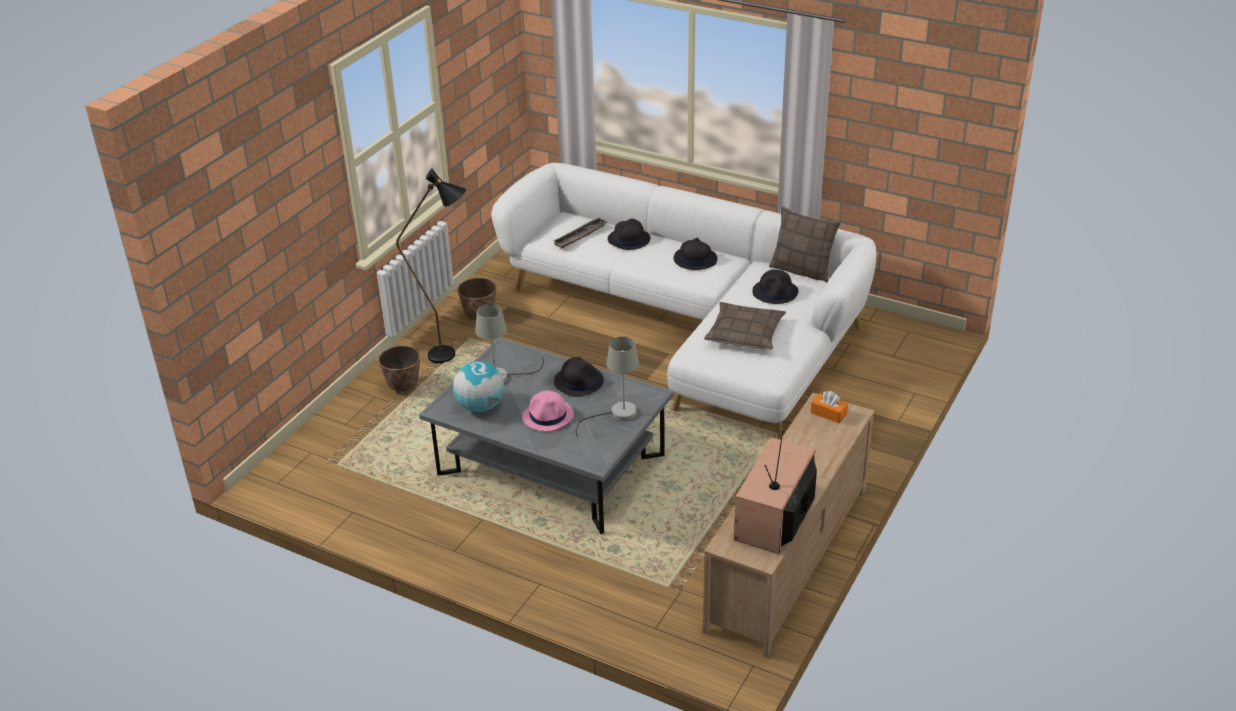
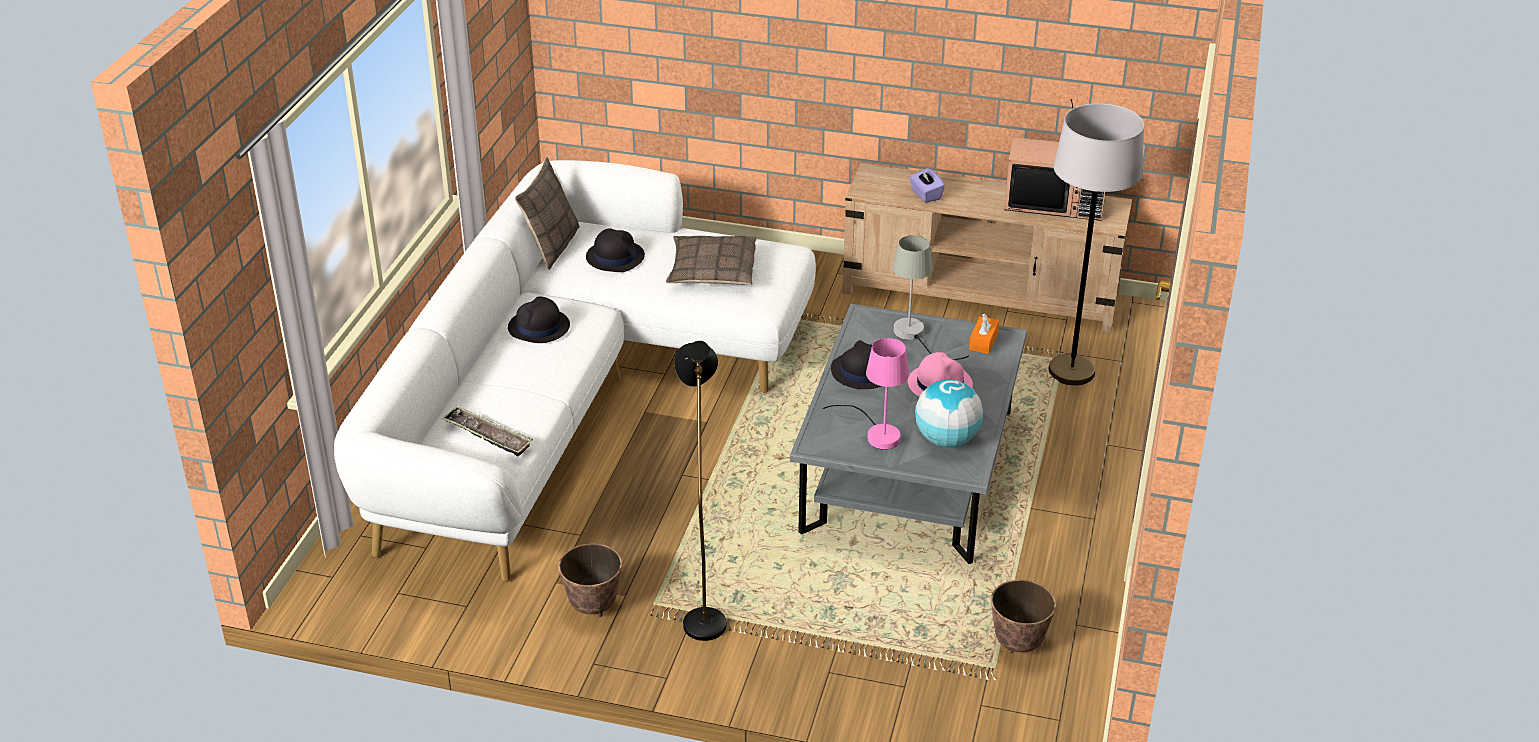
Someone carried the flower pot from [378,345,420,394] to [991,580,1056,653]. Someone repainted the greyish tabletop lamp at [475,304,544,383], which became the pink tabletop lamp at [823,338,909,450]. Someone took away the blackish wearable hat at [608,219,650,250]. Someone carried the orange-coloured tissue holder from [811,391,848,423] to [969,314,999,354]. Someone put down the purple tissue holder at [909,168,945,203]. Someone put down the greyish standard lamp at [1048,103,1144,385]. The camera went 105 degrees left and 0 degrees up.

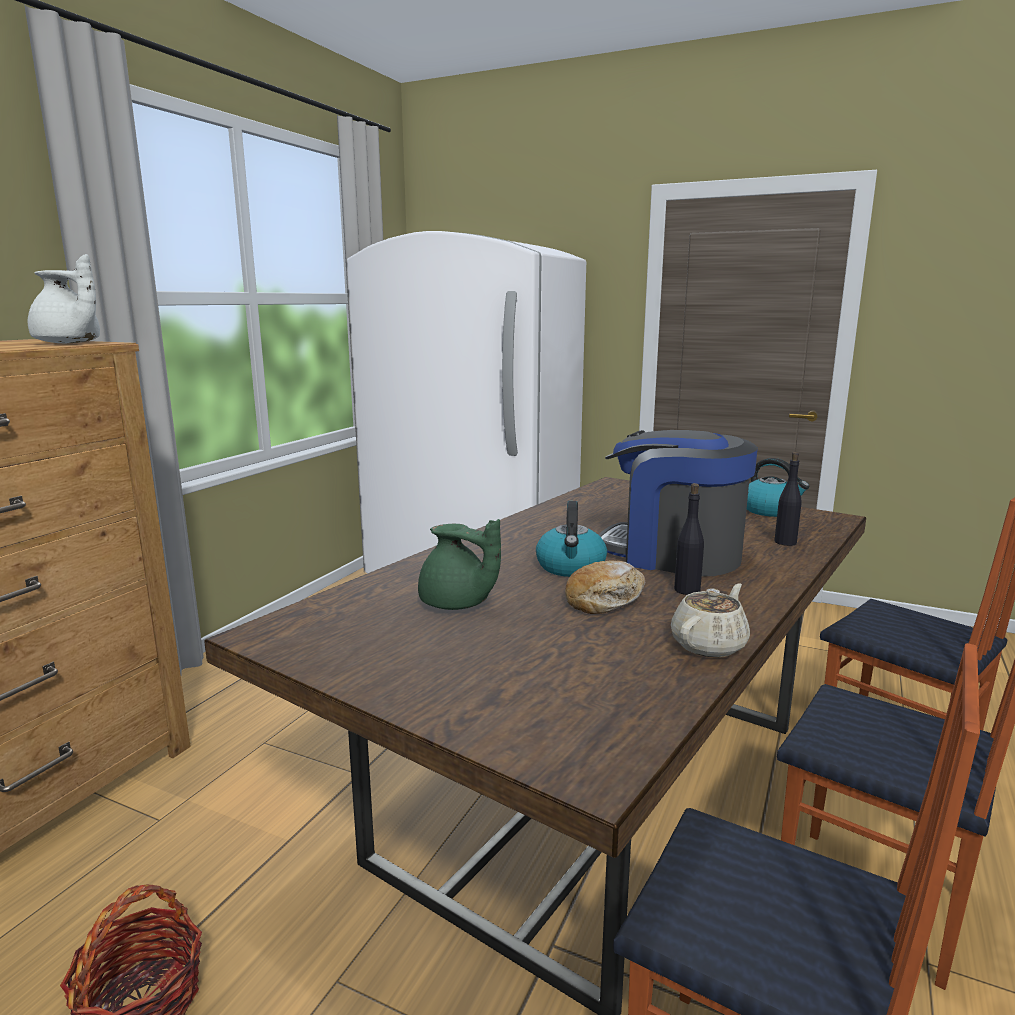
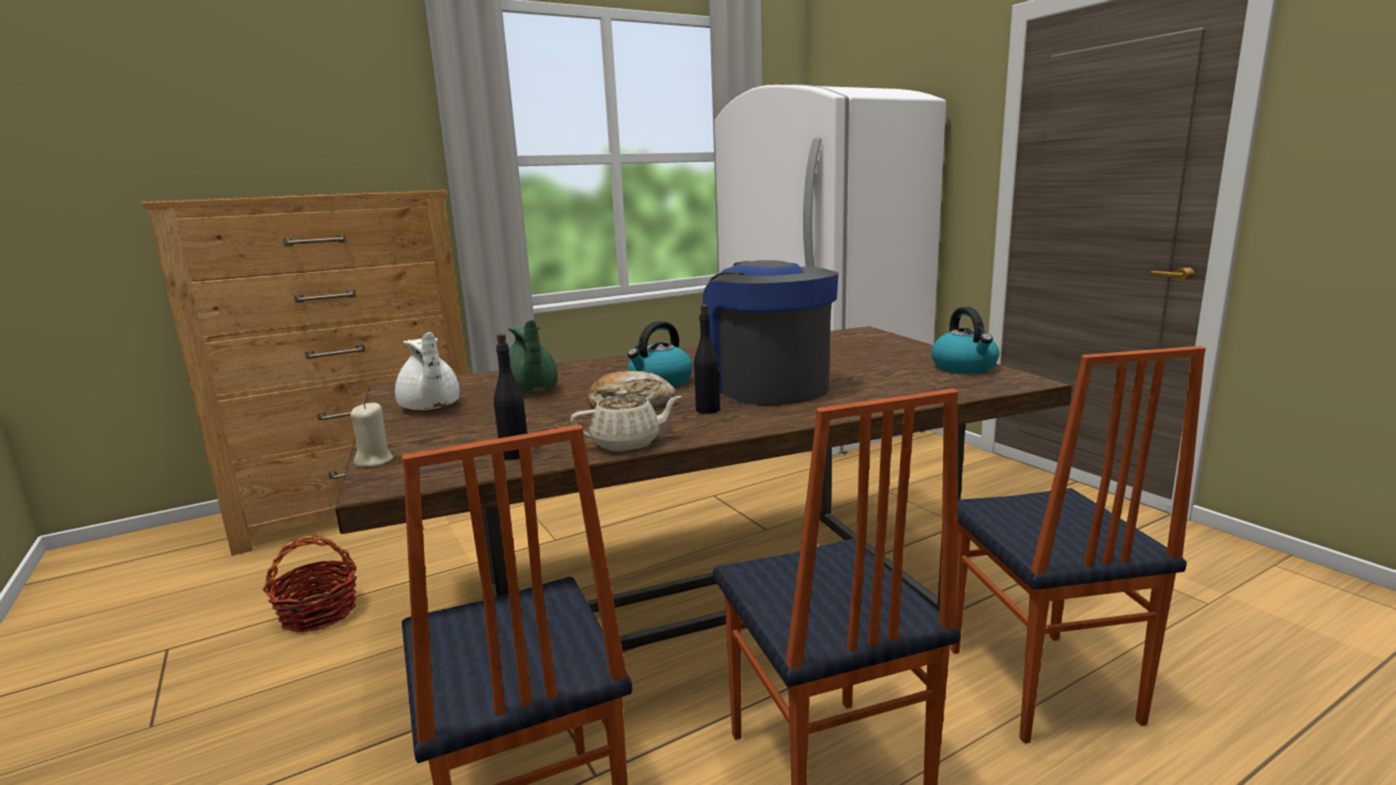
Someone carried the white-coloured tea pot from [28,254,100,343] to [395,332,460,410]. Someone carried the blackish beverage bottle from [774,452,802,546] to [494,333,527,460]. Someone put down the beige-coloured wax light at [350,402,393,467]. The camera went 35 degrees right and 0 degrees up.

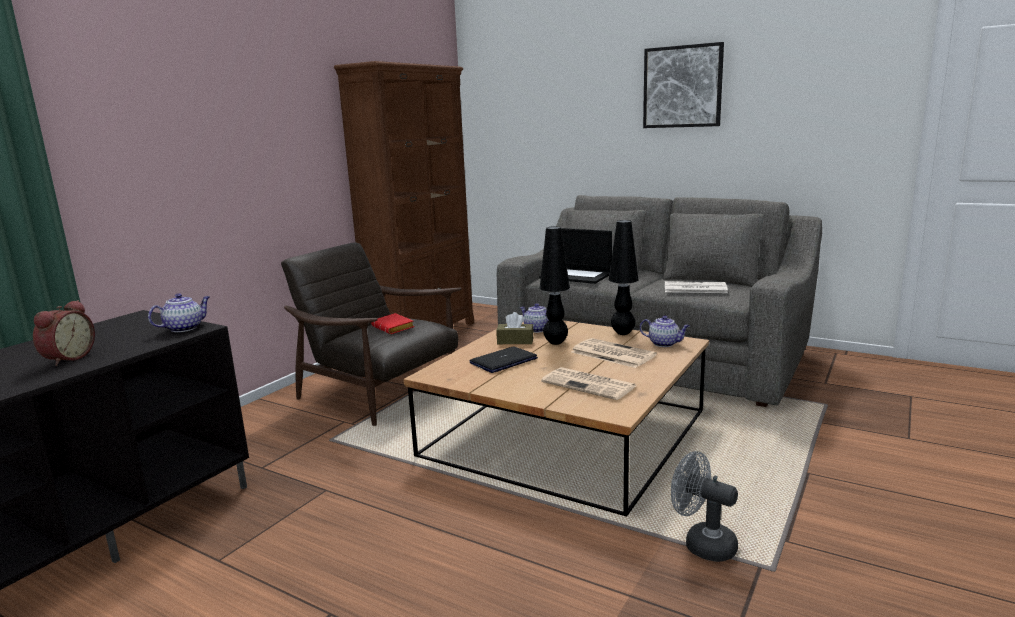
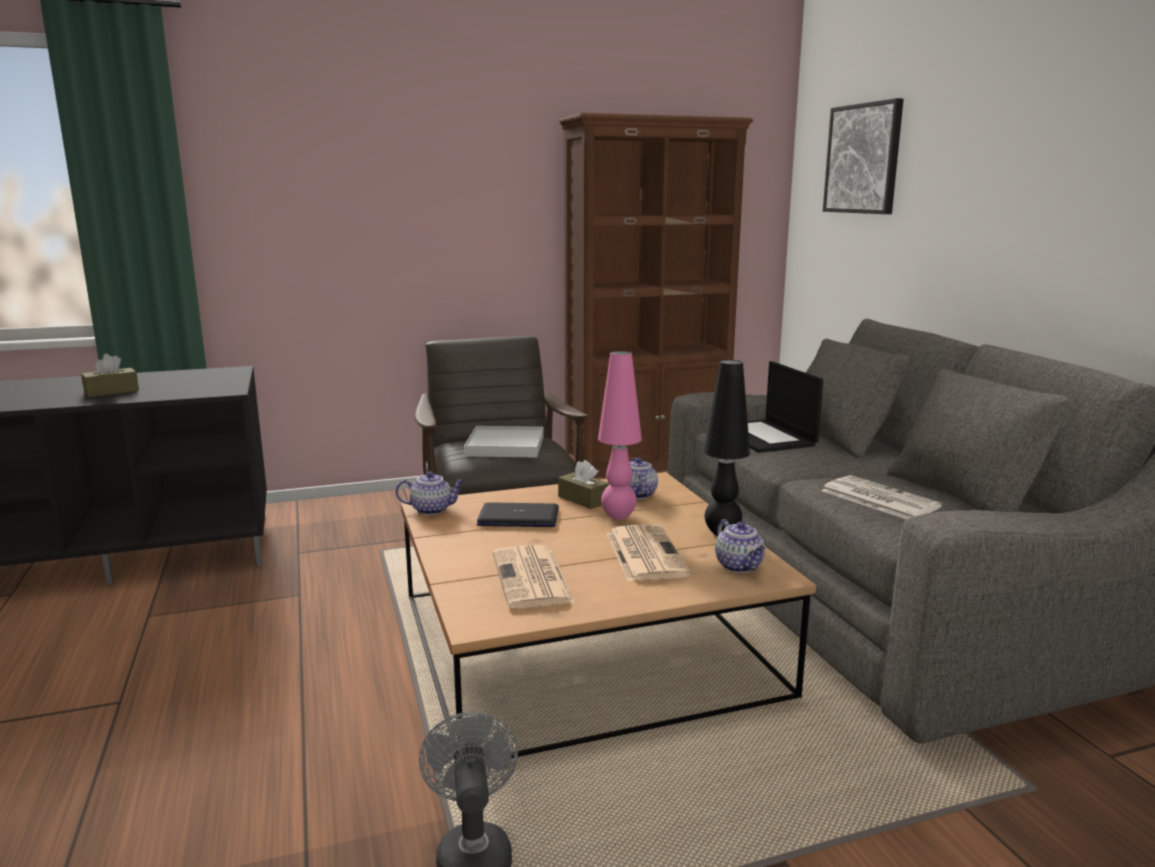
Someone swapped the bedside clock at [33,300,95,366] for the brown tissue holder at [81,354,139,397]. Someone carried the tea pot from [148,293,210,332] to [395,471,465,515]. Someone swapped the red book at [371,313,414,334] for the white-coloured carrying tray at [464,426,544,457]. Someone repainted the blackish tabletop lamp at [540,226,570,345], which became the pink tabletop lamp at [598,351,642,520]. Someone carried the wall picture from [643,42,724,128] to [823,98,904,214]. The camera went 40 degrees right and 0 degrees up.

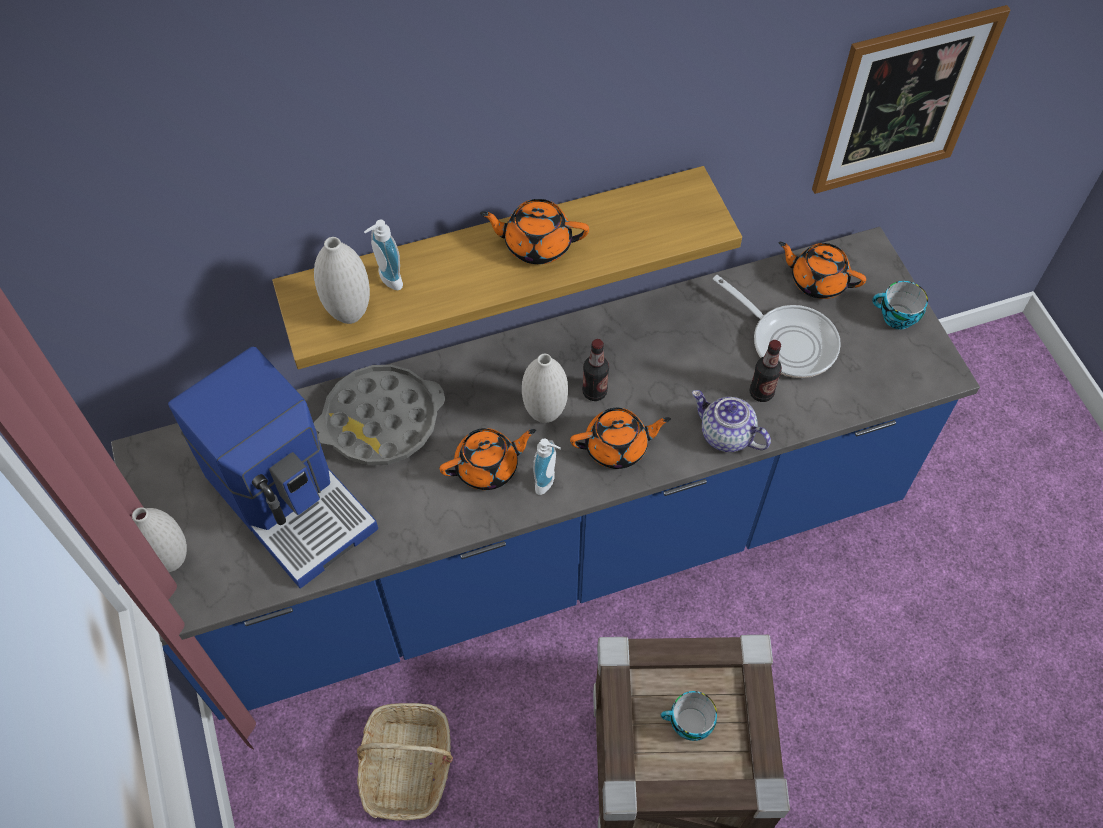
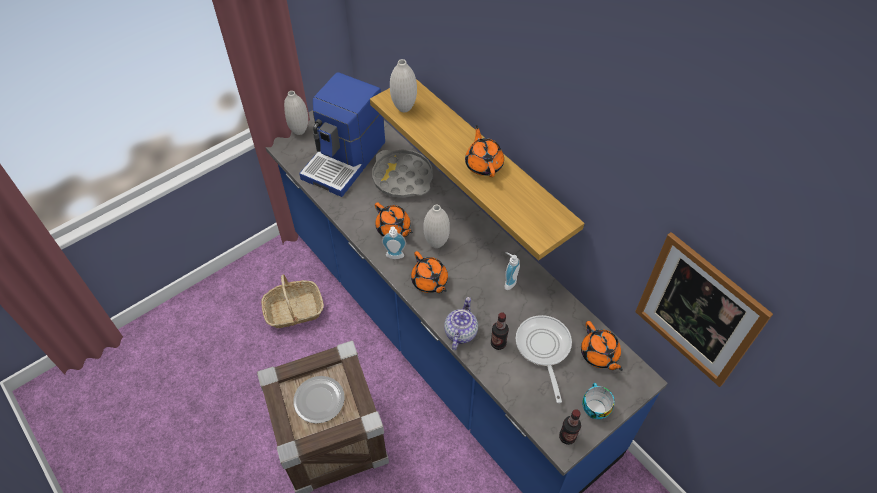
Someone carried the soap dispenser from [364,219,403,290] to [504,252,520,290]. Someone carried the beverage bottle from [582,339,609,401] to [559,409,581,445]. Someone swapped the small cup at [661,691,717,741] for the plate at [293,376,345,424]. Someone rotated the skillet at [713,275,841,378] by 150 degrees clockwise. Someone rotated the orange-coloured tea pot at [778,242,866,299] by 150 degrees clockwise. The camera went 70 degrees right and 5 degrees down.

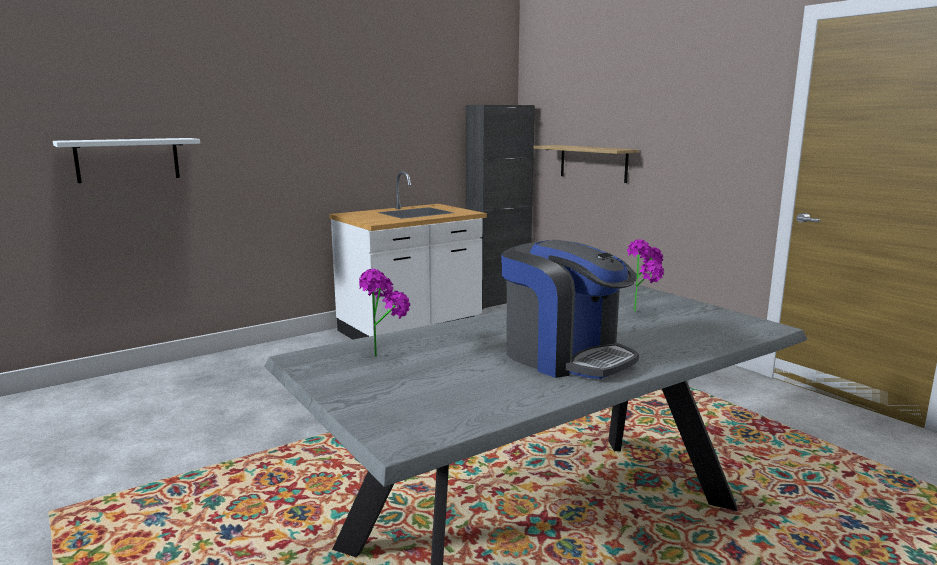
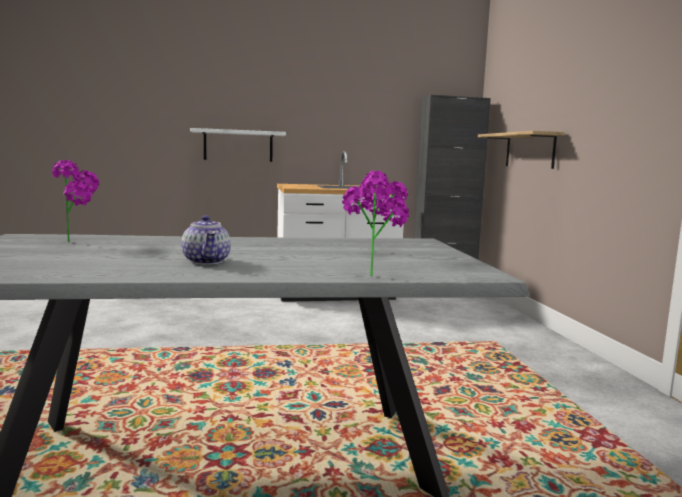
Someone carried the white-coloured bracket shelf from [53,138,200,183] to [190,128,286,162]. Someone swapped the coffee machine at [501,240,639,379] for the tea pot at [182,215,231,265]. Someone put down the plant in a pot at [342,175,409,276]. The camera went 25 degrees right and 5 degrees down.

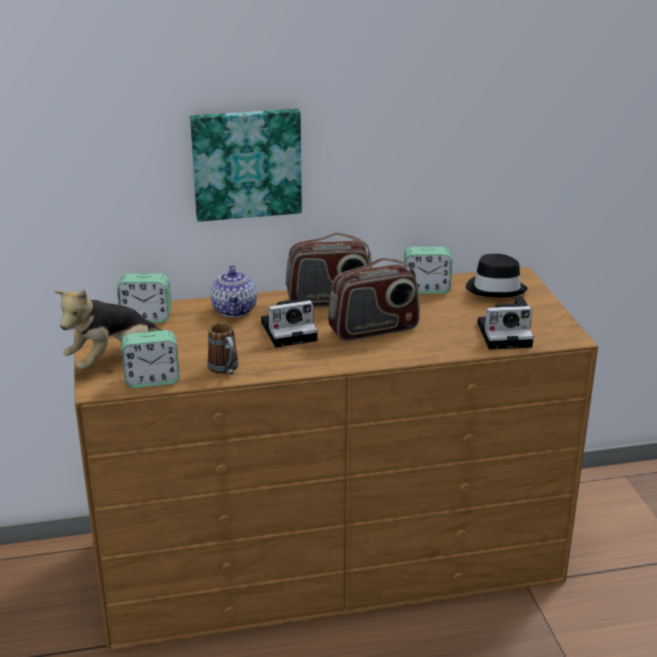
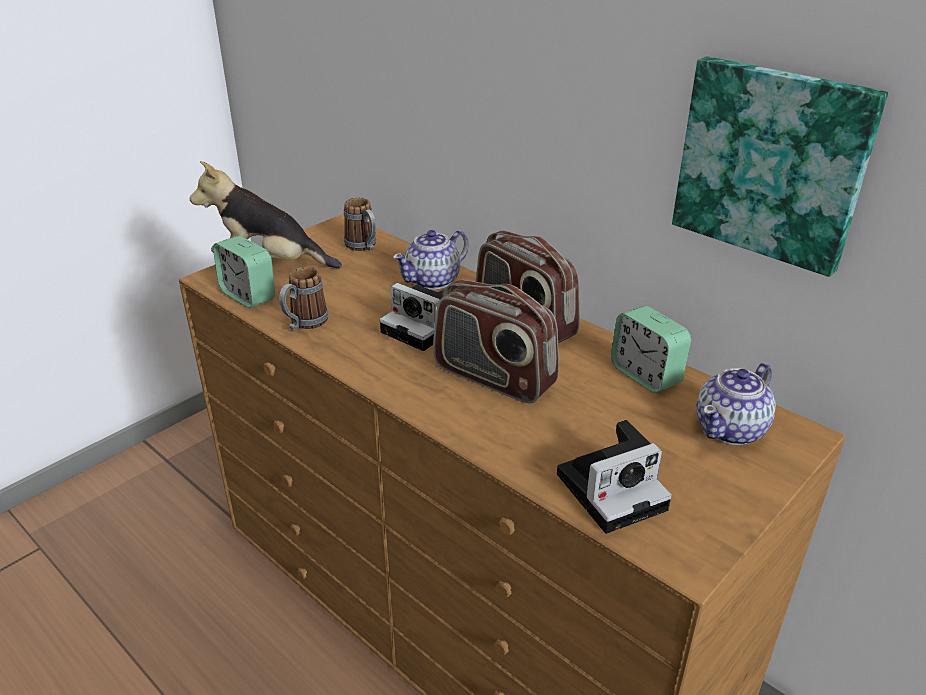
Someone swapped the bedside clock at [117,273,171,323] for the coffee mug at [344,197,376,251]. Someone carried the wall picture from [190,109,302,222] to [672,57,888,277]. Someone swapped the blackish wearable hat at [466,254,528,297] for the tea pot at [696,363,776,445]. Someone rotated the still camera at [478,296,534,349] by 75 degrees counterclockwise. The camera went 55 degrees right and 5 degrees up.

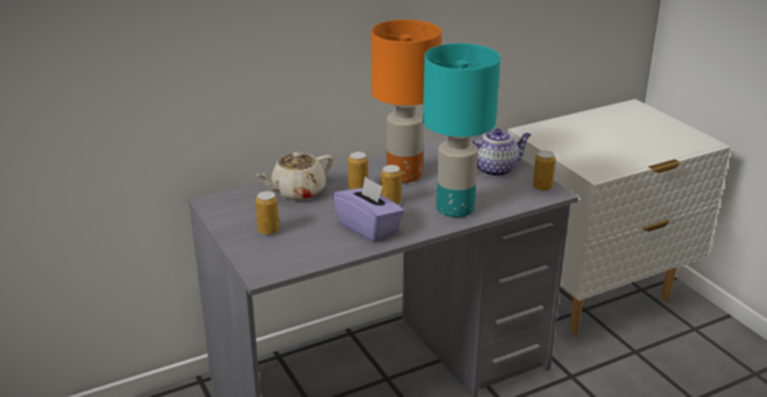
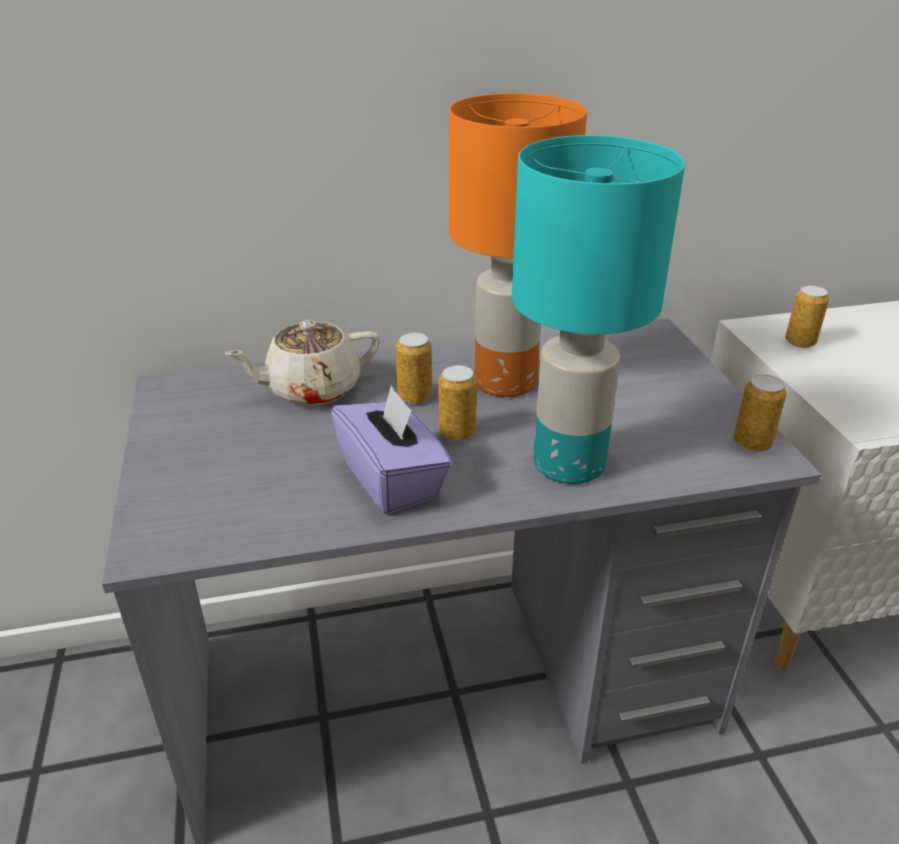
Someone carried the sealed can from [255,191,279,235] to [785,285,829,348]. Someone took away the tea pot at [470,128,531,177]. The camera went 15 degrees right and 5 degrees up.

